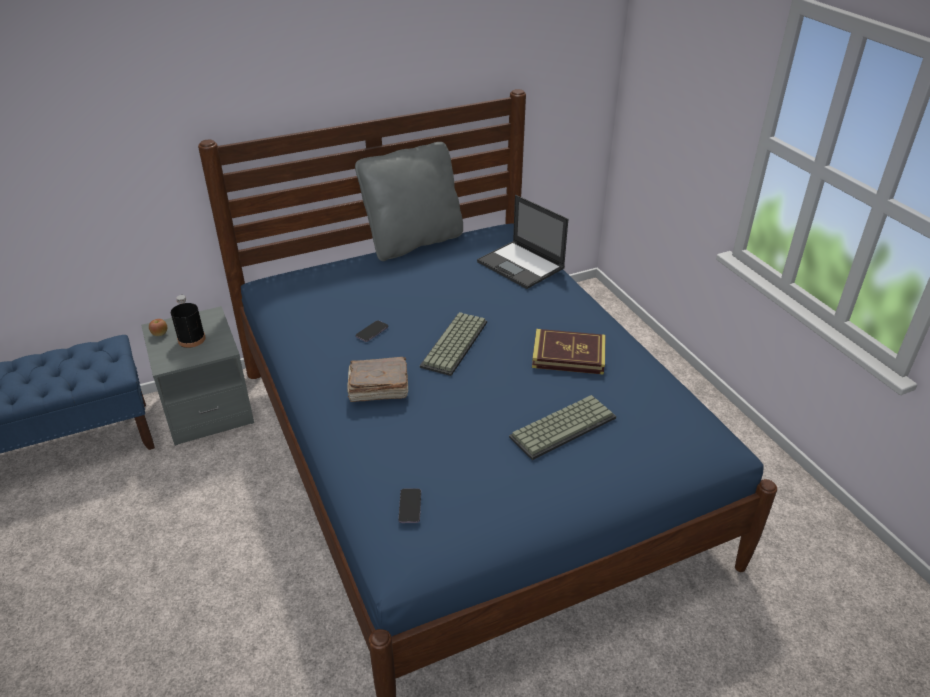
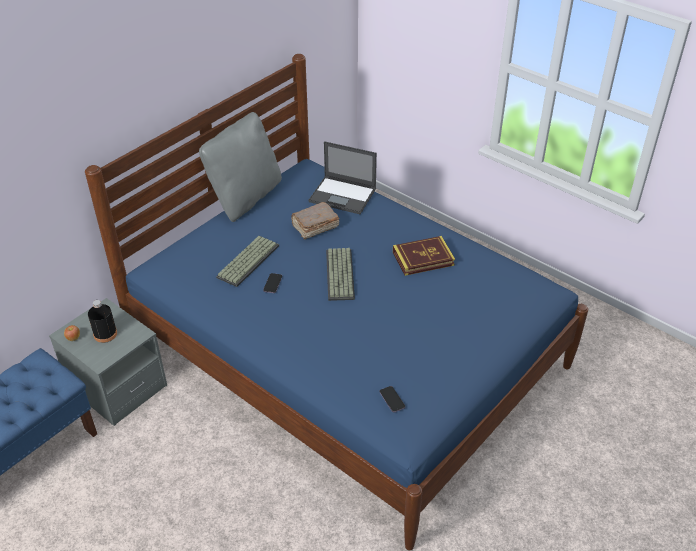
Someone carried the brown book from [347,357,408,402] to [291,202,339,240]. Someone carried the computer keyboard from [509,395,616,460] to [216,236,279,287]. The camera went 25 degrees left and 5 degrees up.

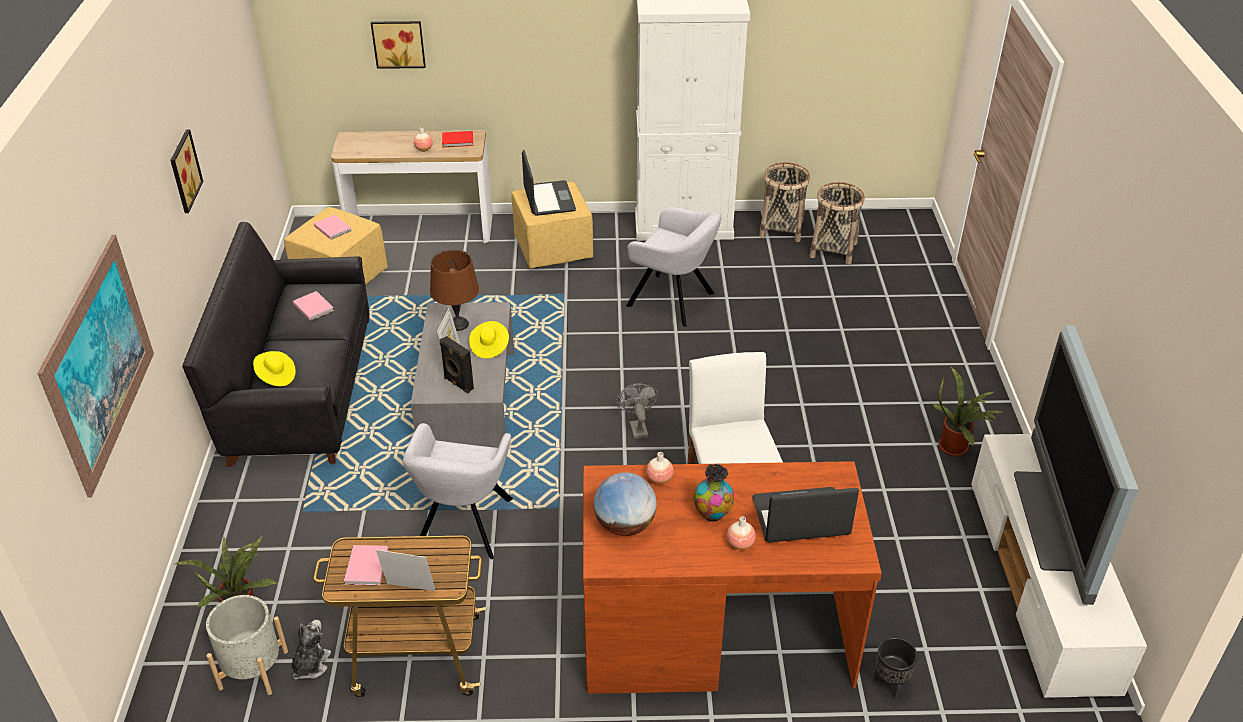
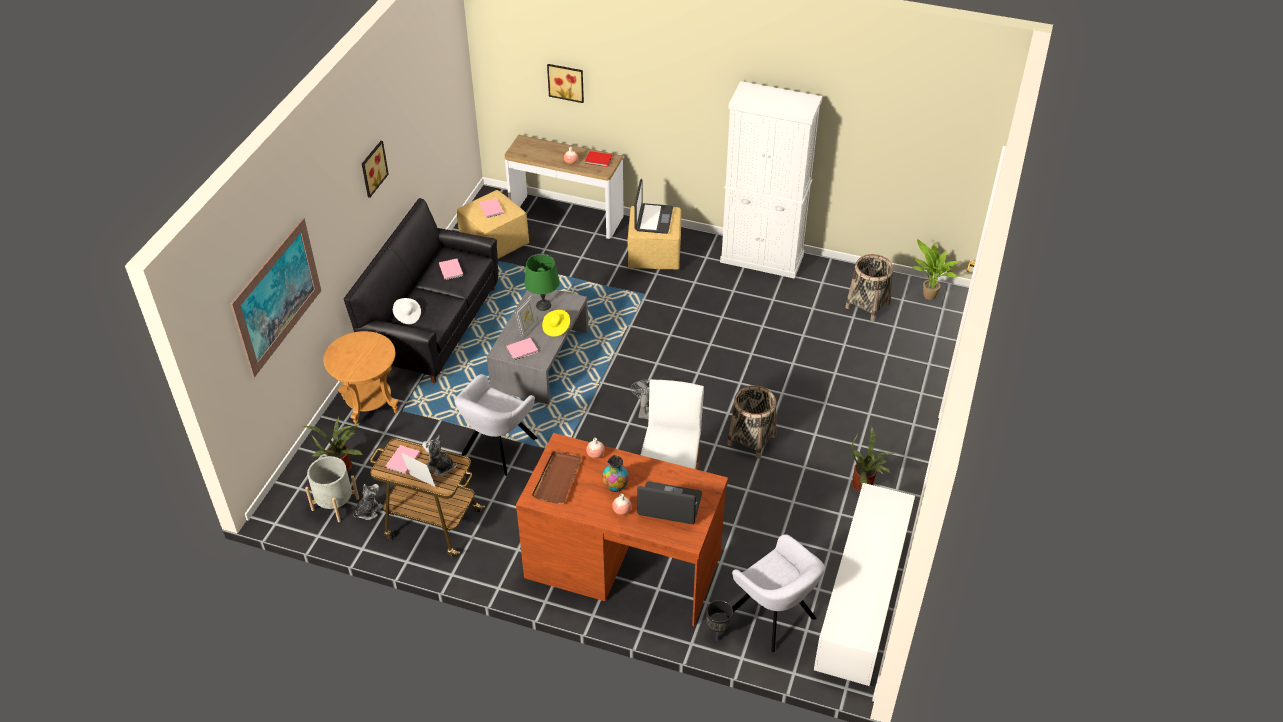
Someone repainted the yellowish wearable hat at [253,351,296,386], which became the white-coloured wearable hat at [393,298,421,324]. Someone repainted the brown tabletop lamp at [430,249,479,331], which became the greenish tabletop lamp at [524,254,560,311]. Someone swapped the blackish audio speaker at [440,336,474,393] for the pink book at [506,338,538,361]. Someone swapped the world globe at [593,472,657,536] for the brown carrying tray at [532,451,581,504]. Someone carried the greyish easy chair from [626,207,722,327] to [732,534,825,652]. Someone carried the storage basket from [759,162,810,242] to [727,385,776,459]. Someone took away the TV at [1014,325,1139,605]. Someone put down the brown side table at [323,331,398,425]. Someone put down the cuddly toy at [422,435,457,476]. Someone put down the plant in a pot at [912,239,960,300]. The camera went 20 degrees right and 5 degrees up.

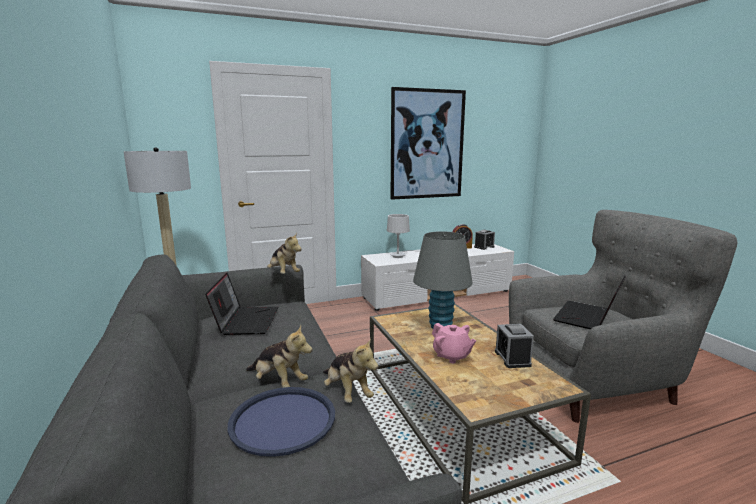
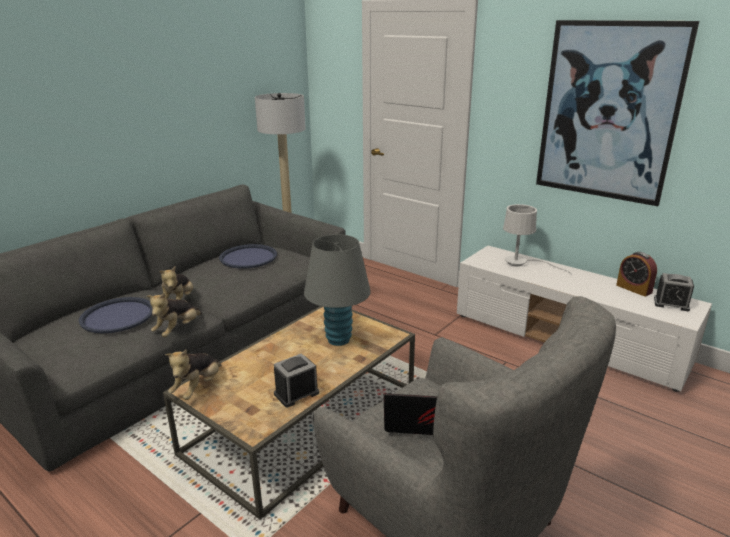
Someone swapped the notebook computer at [205,273,278,335] for the blue-coloured carrying tray at [219,244,277,268]. Someone carried the cuddly toy from [267,232,302,274] to [165,349,221,400]. Someone took away the pink tea pot at [432,323,476,363]. The camera went 60 degrees right and 10 degrees up.

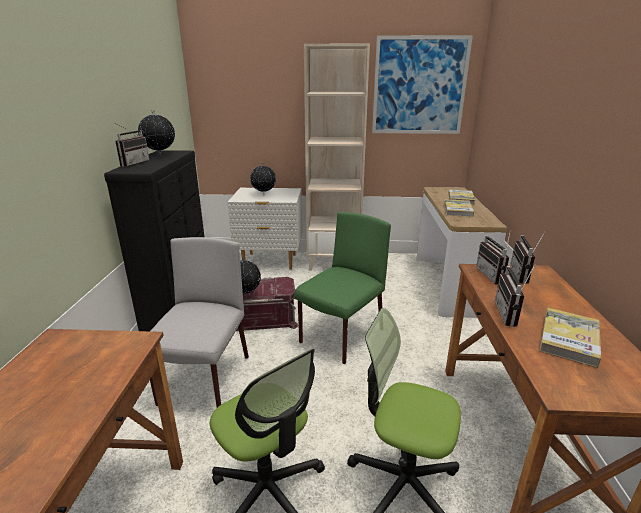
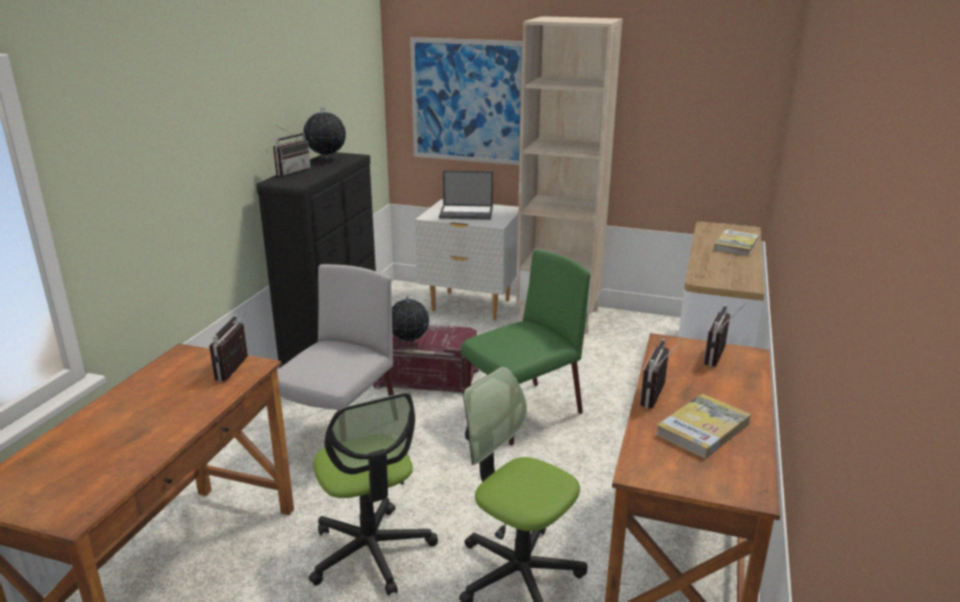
Someone swapped the world globe at [250,164,276,195] for the notebook computer at [439,170,493,220]. Someone carried the wall picture from [372,35,473,134] to [410,37,523,165]. Someone took away the book at [444,199,474,217]. Someone carried the radio from [476,233,510,285] to [209,313,248,382]. The camera went 15 degrees right and 0 degrees up.

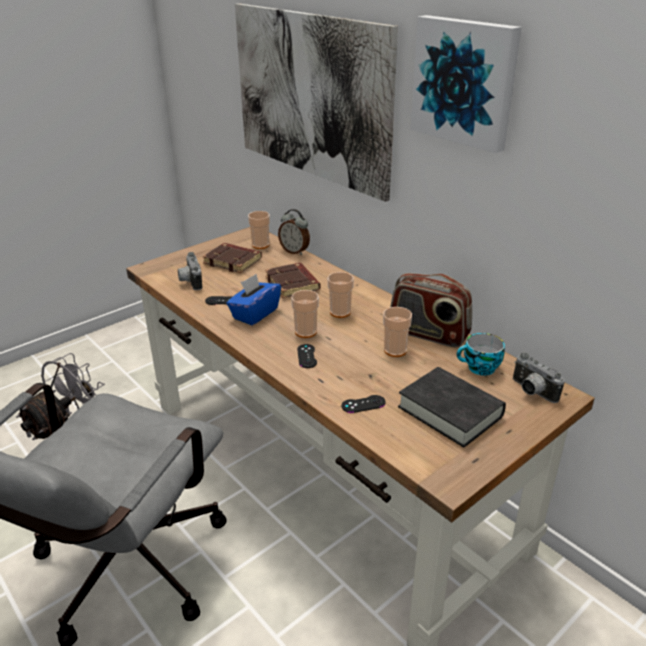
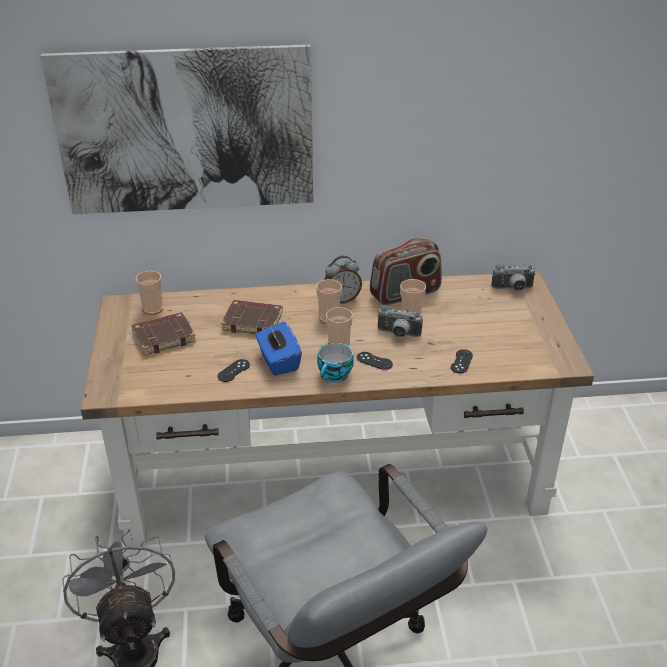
Someone carried the still camera from [178,252,202,290] to [377,305,423,337]. Someone carried the bedside clock from [278,209,310,255] to [324,256,362,304]. Someone took away the blackish book at [398,367,506,448]. Someone took away the wall picture at [411,15,522,153]. Someone carried the small cup from [457,333,505,376] to [317,342,354,383]. The camera went 55 degrees left and 5 degrees up.

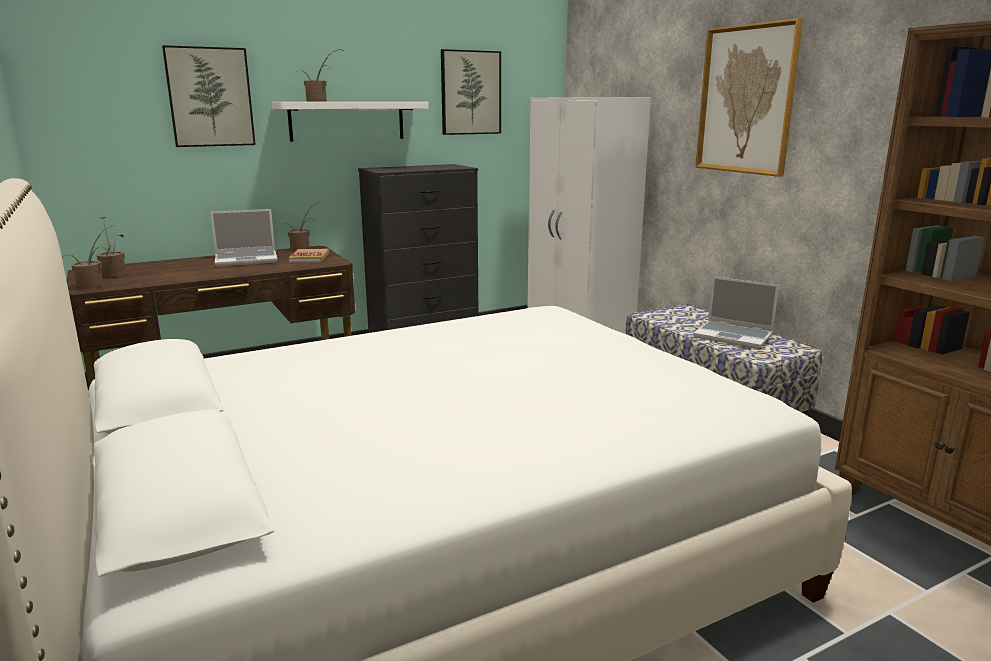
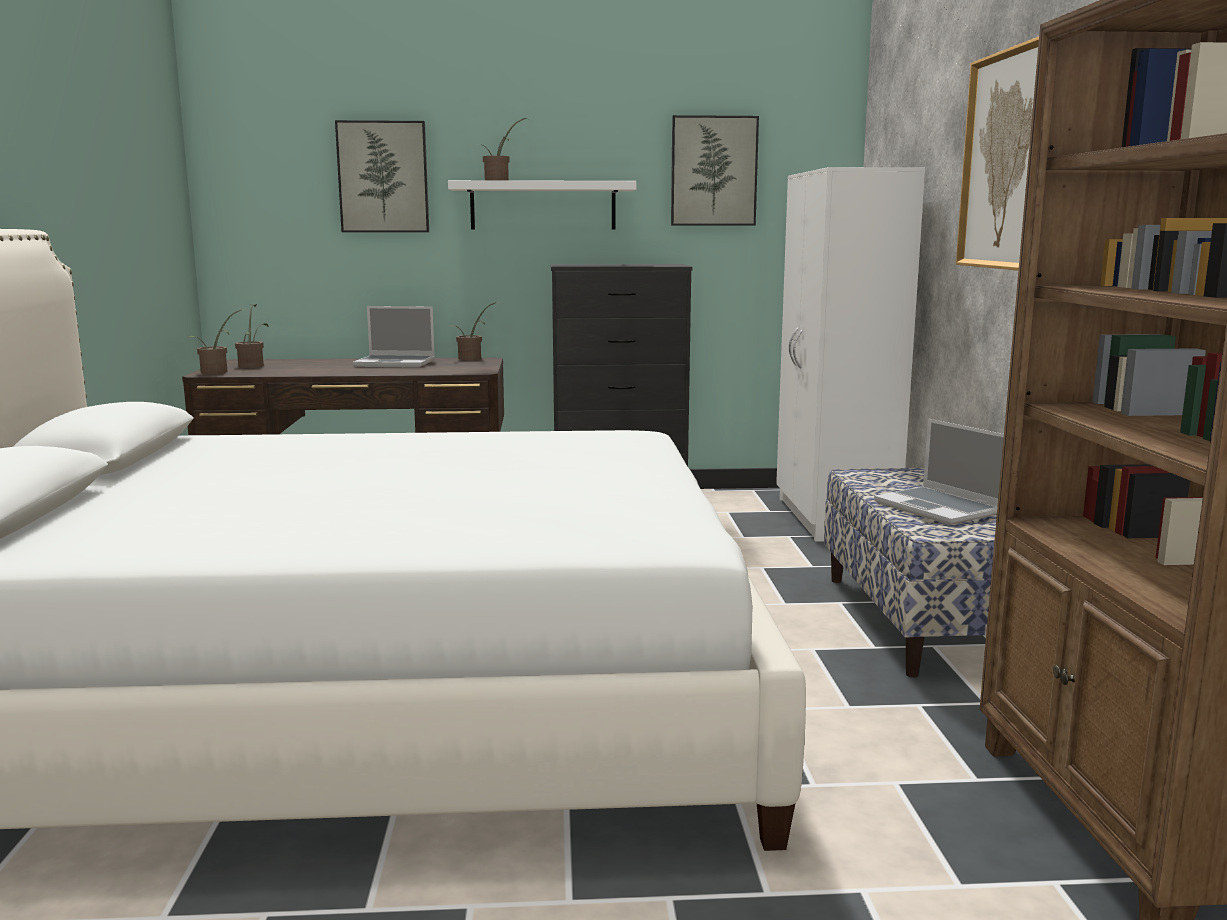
Someone took away the book at [289,249,329,263]. The camera went 25 degrees right and 5 degrees down.

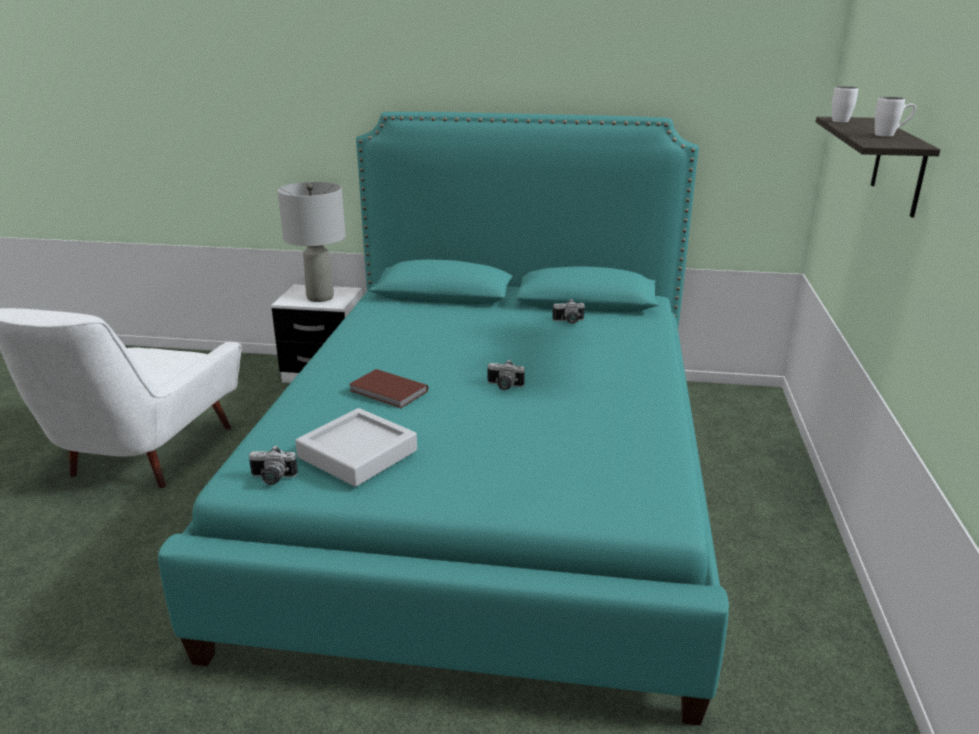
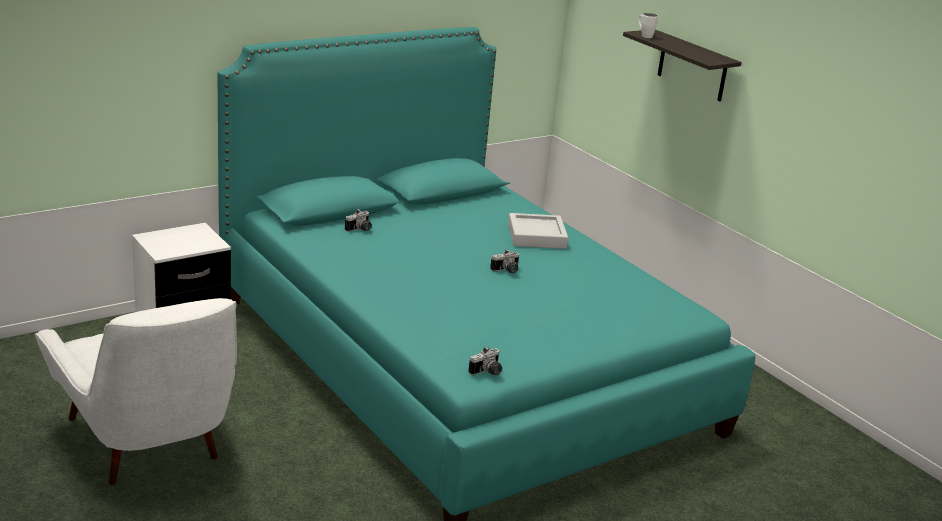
Someone took away the greyish tabletop lamp at [277,182,346,302]. Someone carried the greyish carrying tray from [295,408,417,487] to [508,213,568,249]. Someone took away the brown book at [349,369,428,408]. Someone carried the still camera from [552,299,585,324] to [345,209,372,232]. Someone took away the white-coloured coffee mug at [875,97,916,137]. The camera went 45 degrees left and 0 degrees up.

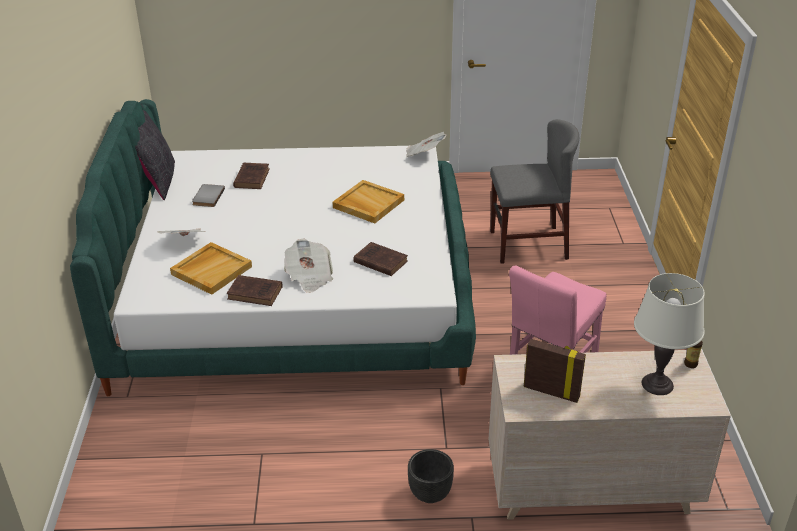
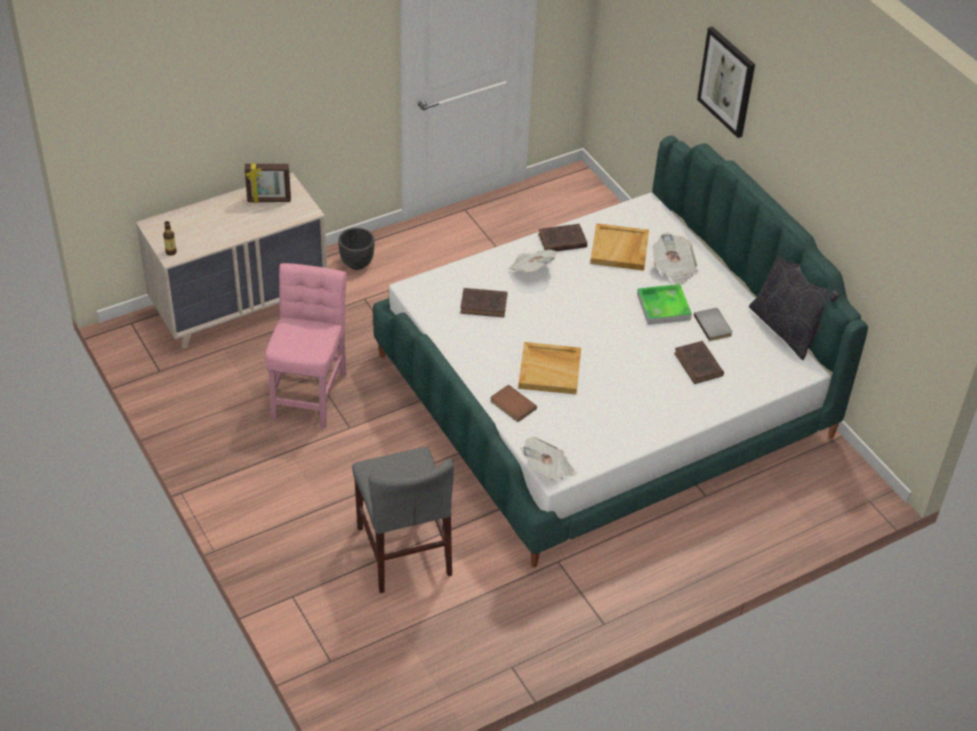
Someone rotated the greyish chair at [490,119,579,264] by 75 degrees counterclockwise. Someone took away the white-coloured tabletop lamp at [634,273,705,395]. Someone put down the brown book at [490,384,537,422]. Someone put down the carrying tray at [637,284,692,325]. Someone put up the wall picture at [697,26,755,138]. The camera went 150 degrees right and 10 degrees up.

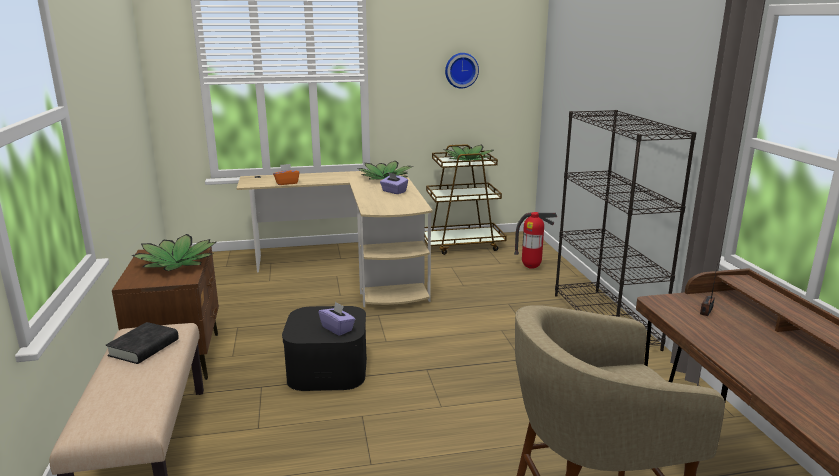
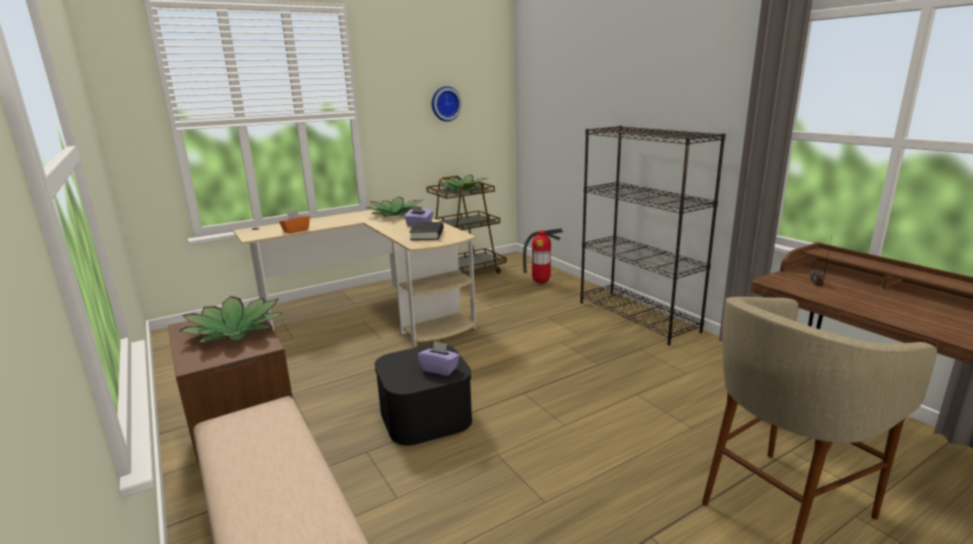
Someone carried the blackish book from [106,322,179,364] to [410,222,444,240]. The camera went 20 degrees left and 0 degrees up.

